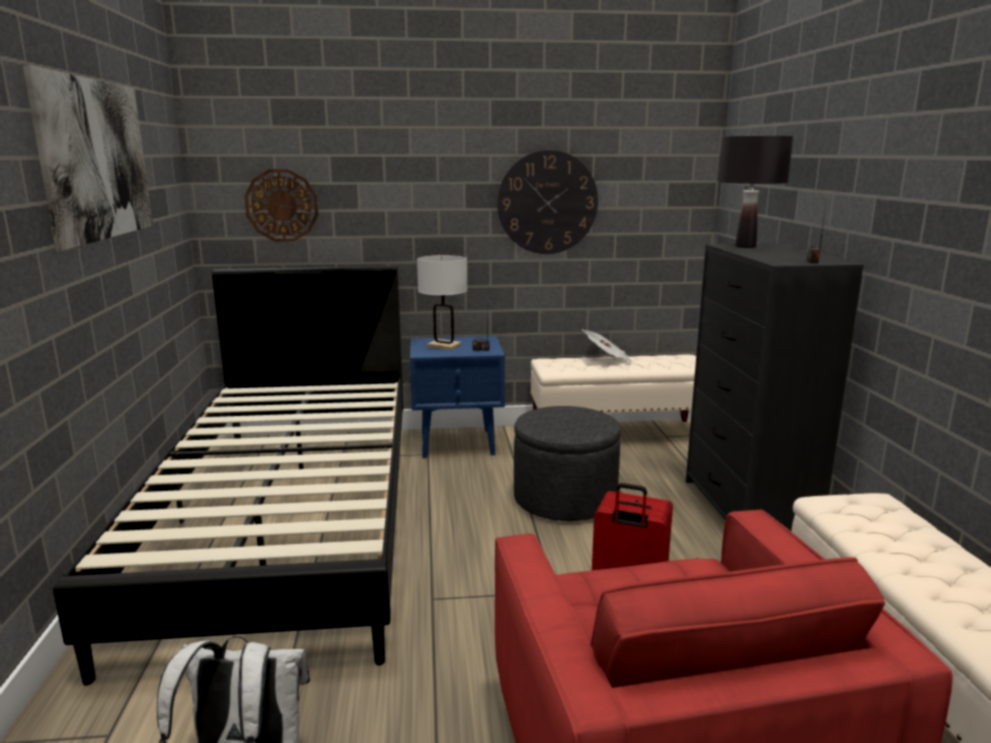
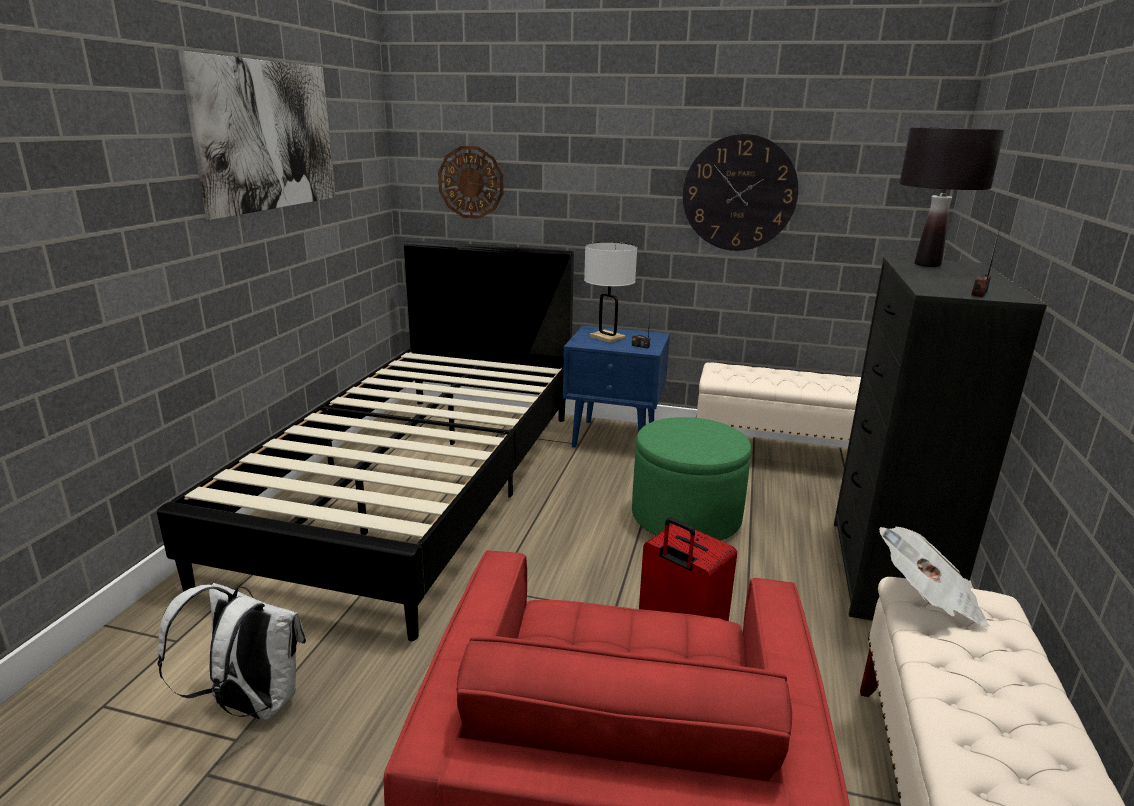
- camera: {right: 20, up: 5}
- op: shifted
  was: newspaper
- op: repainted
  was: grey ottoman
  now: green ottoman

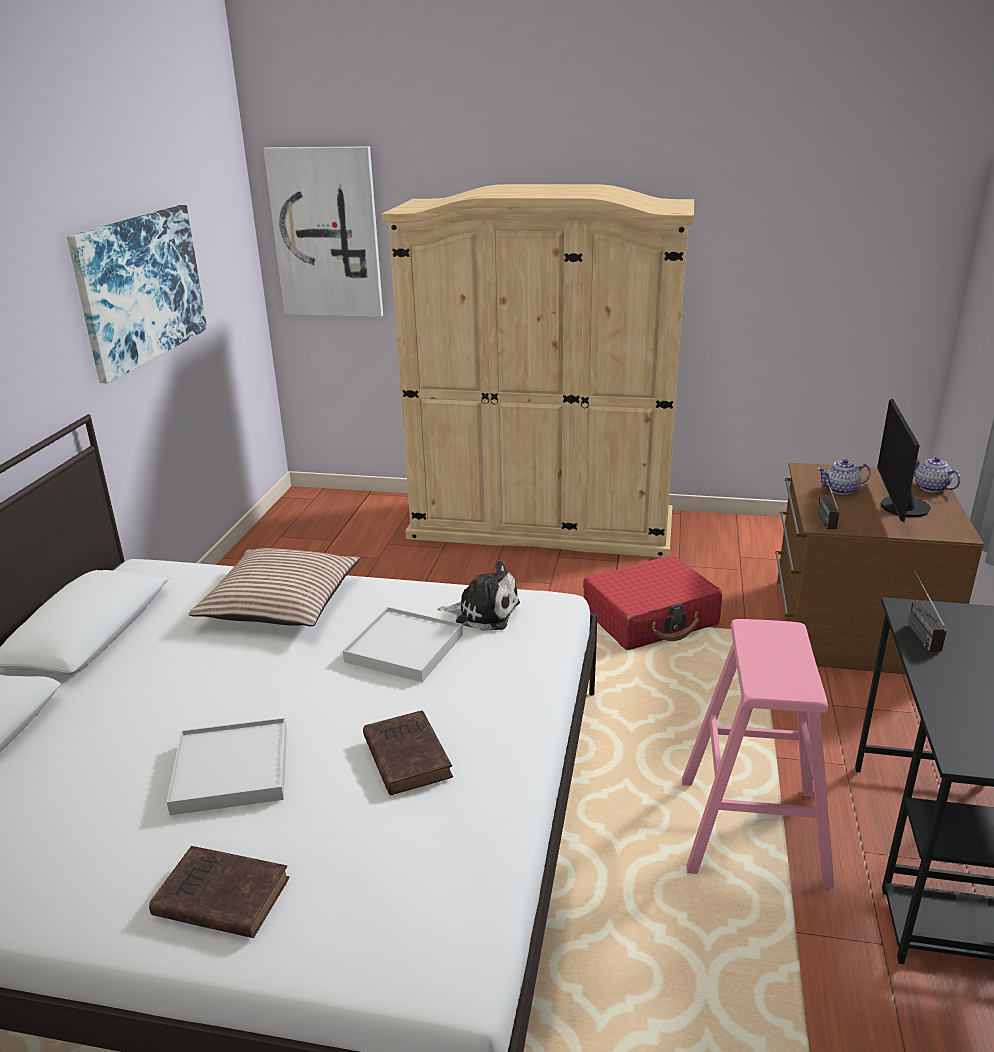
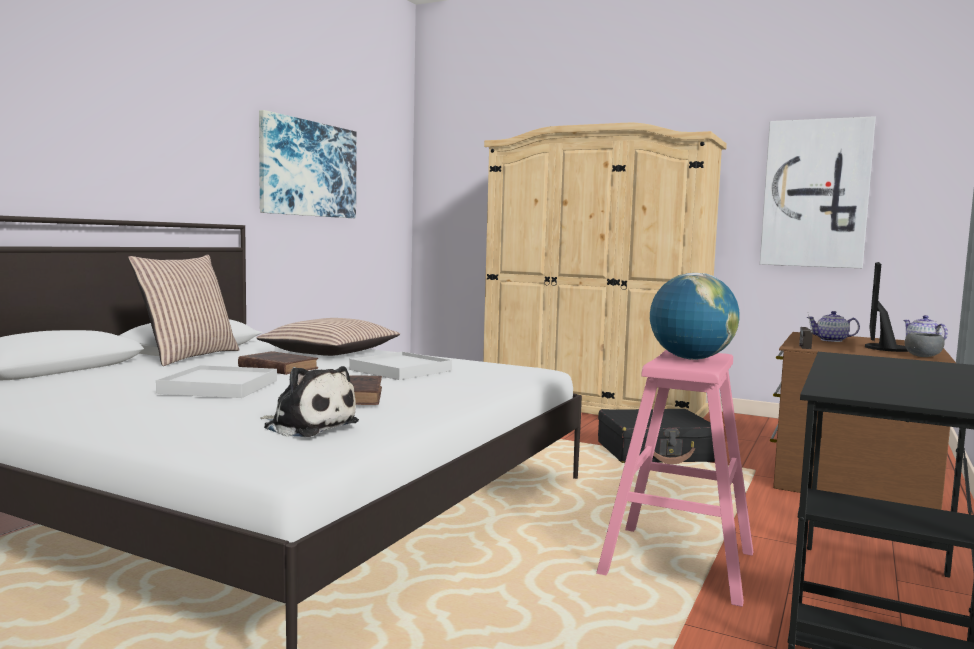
- camera: {right: 15, up: -20}
- op: gone
  was: radio (no. 2 from left)
- op: new
  now: pillow (no. 1 from left)
- op: new
  now: globe
- op: new
  now: grey bowl
- op: shifted
  was: brown book (no. 1 from left)
- op: shifted
  was: picture (no. 2 from left)
- op: shifted
  was: plush toy
- op: repainted
  was: red suitcase
  now: black suitcase

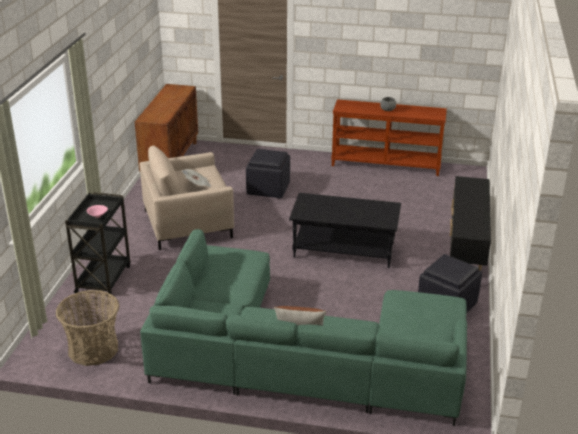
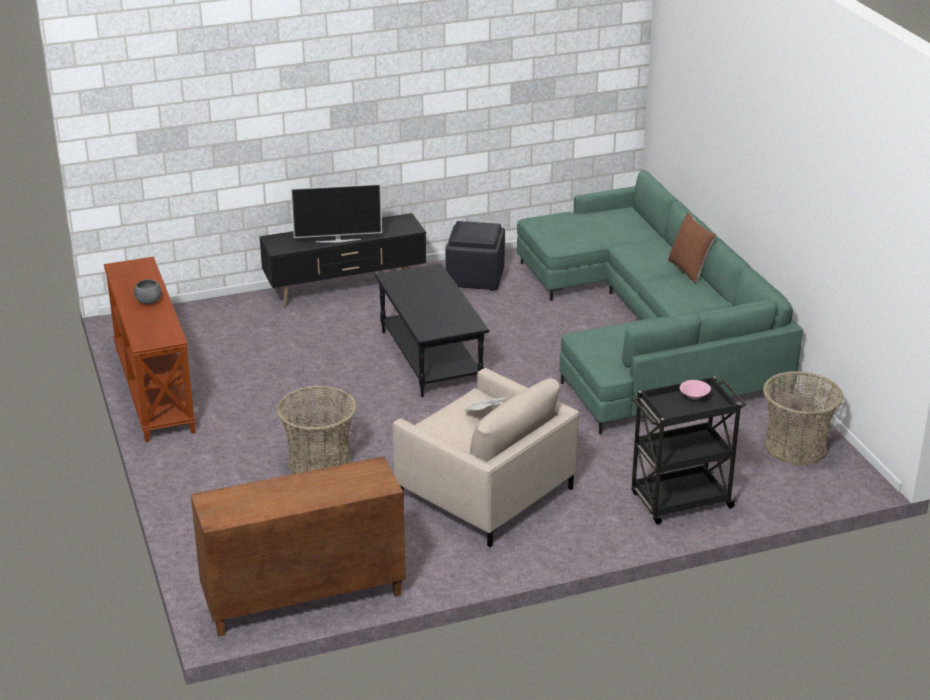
- camera: {right: -120, up: 0}
- op: new
  now: television
- op: swapped
  was: black ottoman (no. 1 from left)
  now: basket (no. 1 from left)

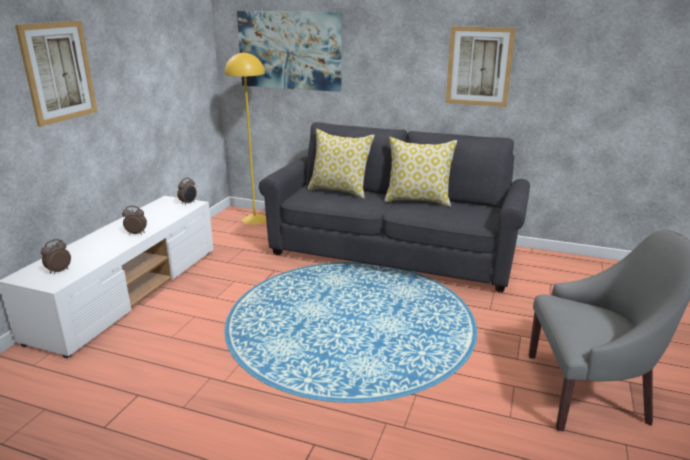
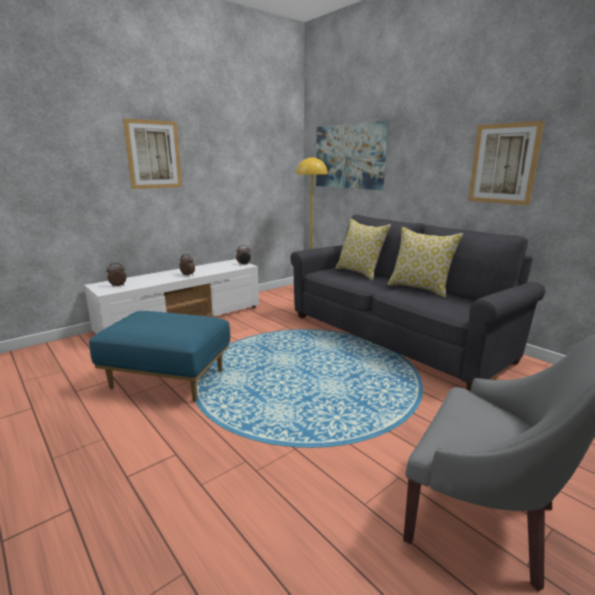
- camera: {right: 30, up: -5}
- op: new
  now: blue ottoman

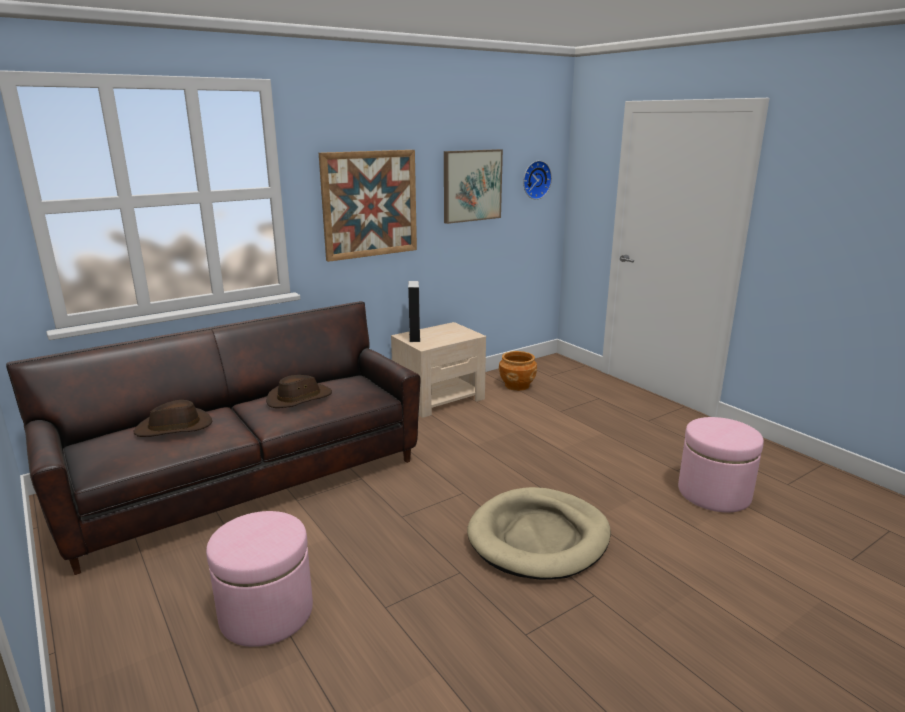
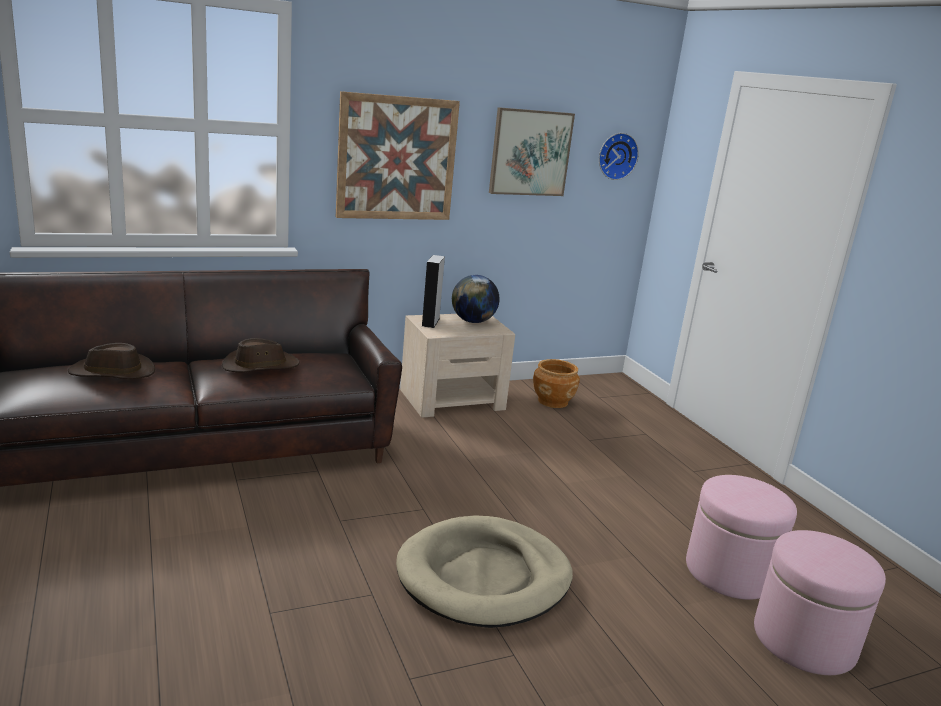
- camera: {right: 10, up: 0}
- op: new
  now: globe
- op: shifted
  was: pink ottoman (no. 1 from left in the first image)
  now: pink ottoman (no. 2 from left)

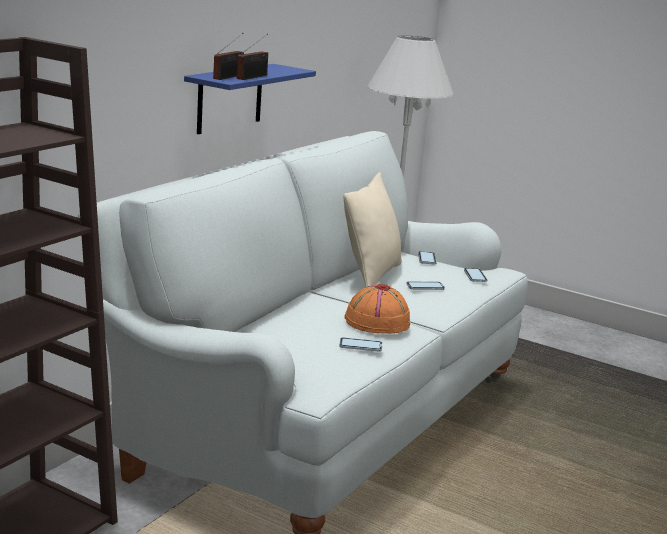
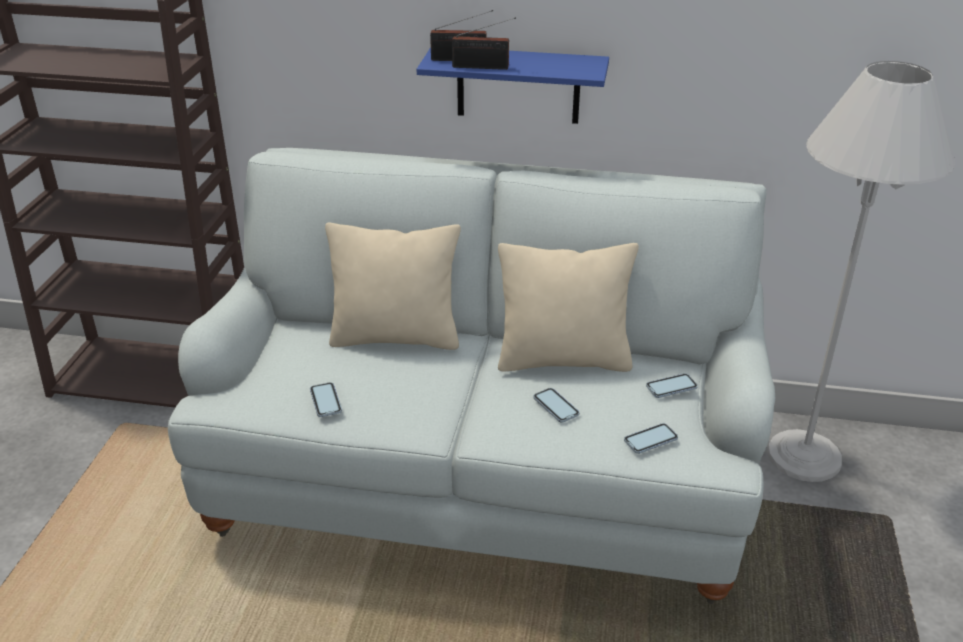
- camera: {right: 70, up: 15}
- op: gone
  was: orange hat
- op: new
  now: beige pillow (no. 1 from left)

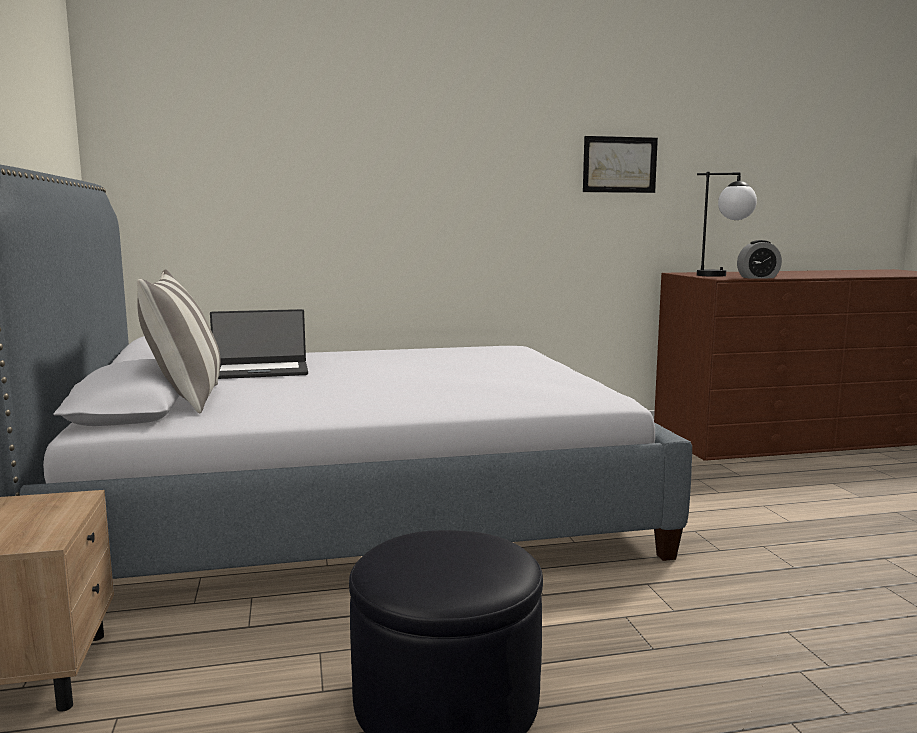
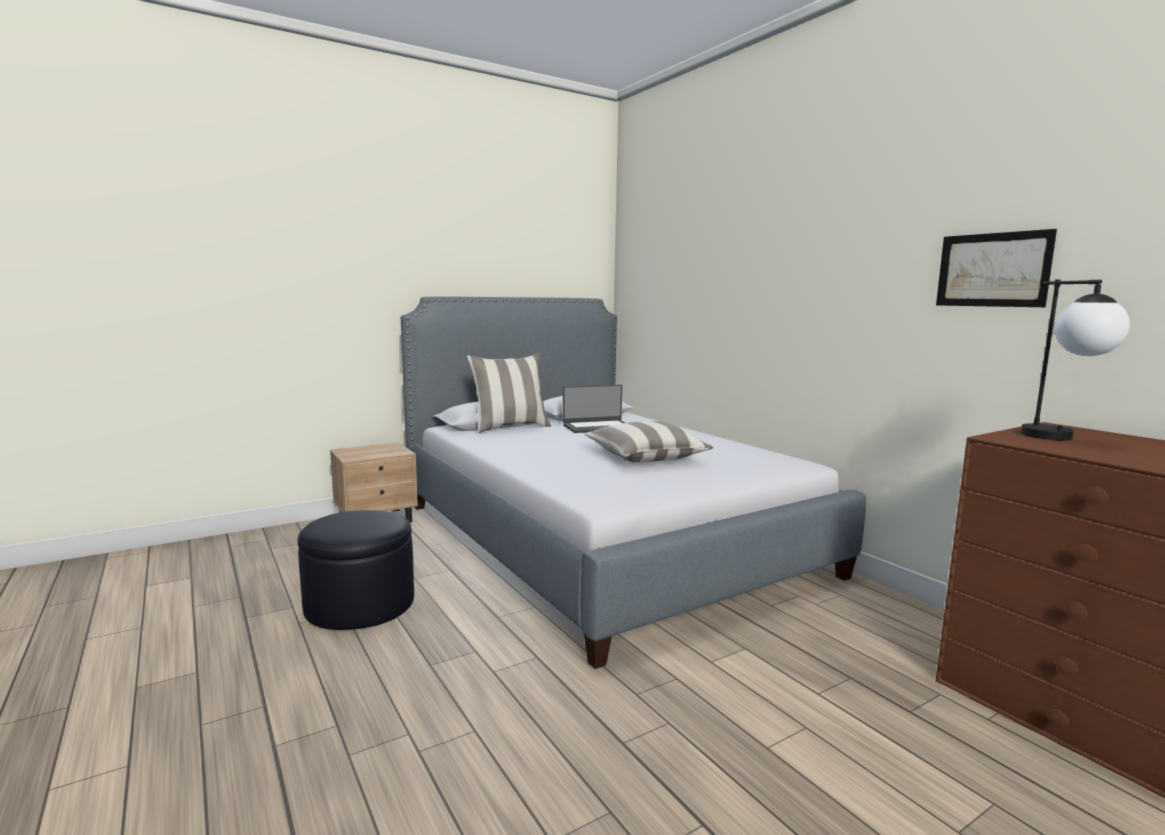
- camera: {right: 70, up: 0}
- op: gone
  was: alarm clock
- op: new
  now: pillow (no. 2 from left)
- op: rotated
  was: laptop
  clockwise: -75

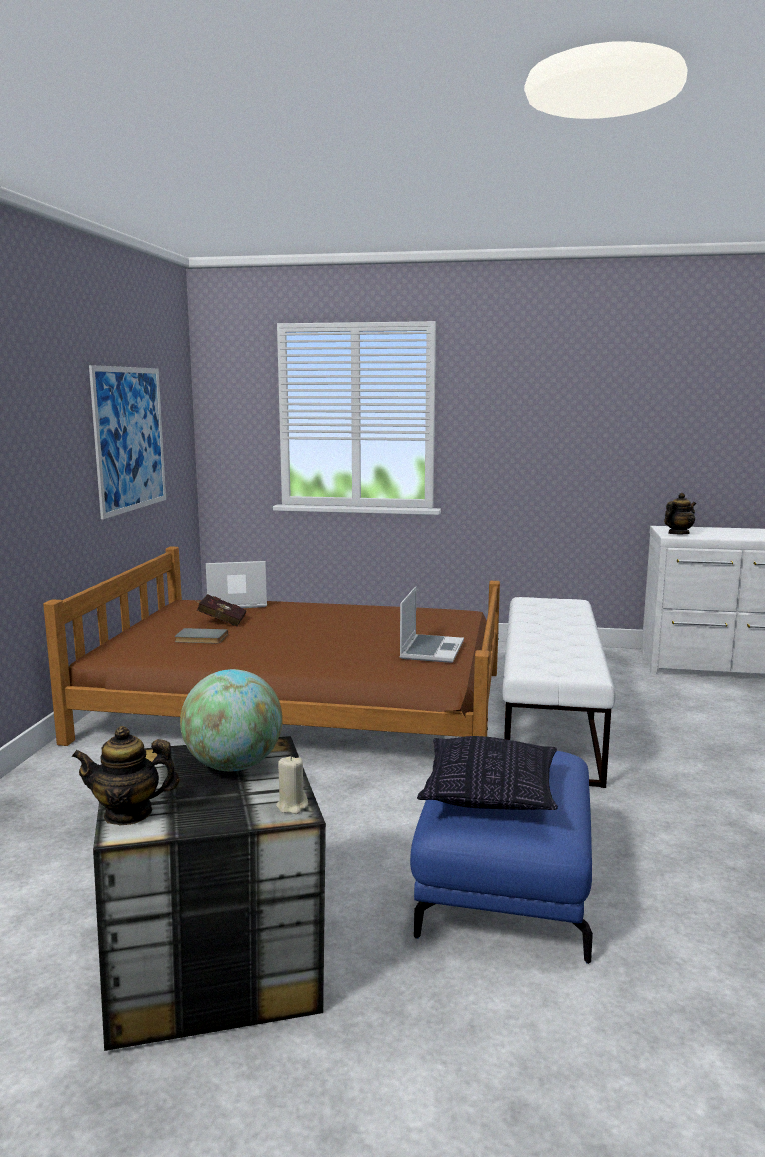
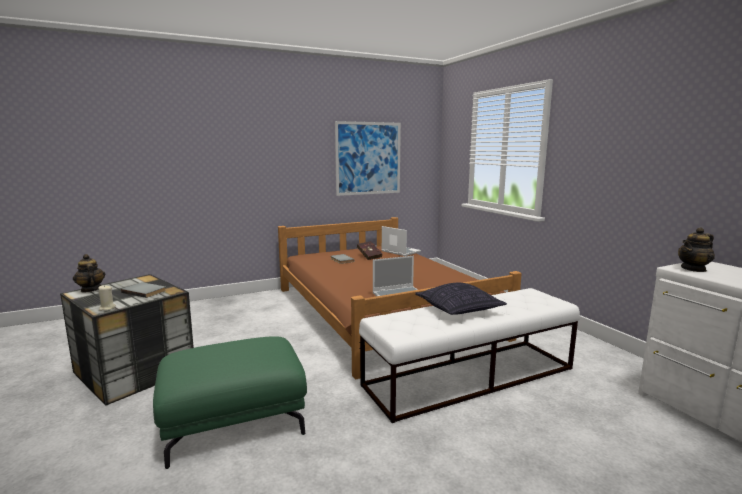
- camera: {right: 55, up: 0}
- op: shifted
  was: pillow
- op: swapped
  was: globe
  now: grey book (no. 1 from left)
- op: repainted
  was: blue ottoman
  now: green ottoman
- op: rotated
  was: teapot (no. 2 from left)
  clockwise: 135

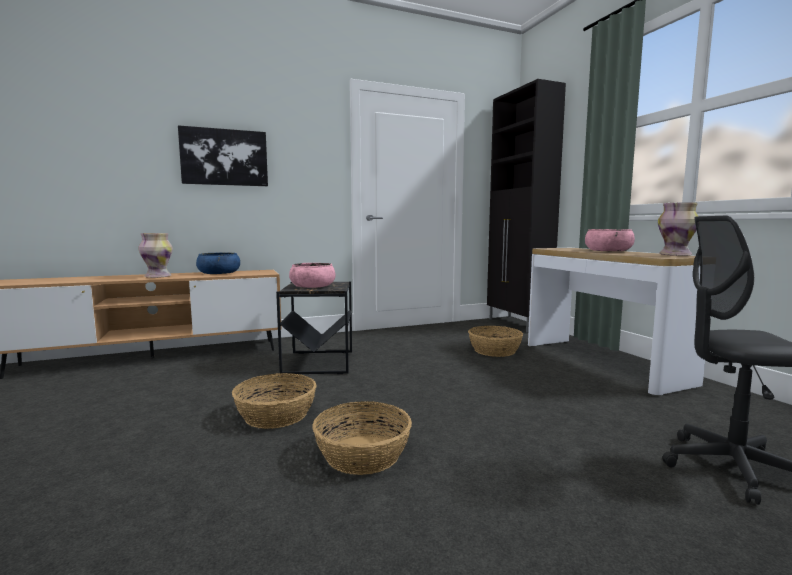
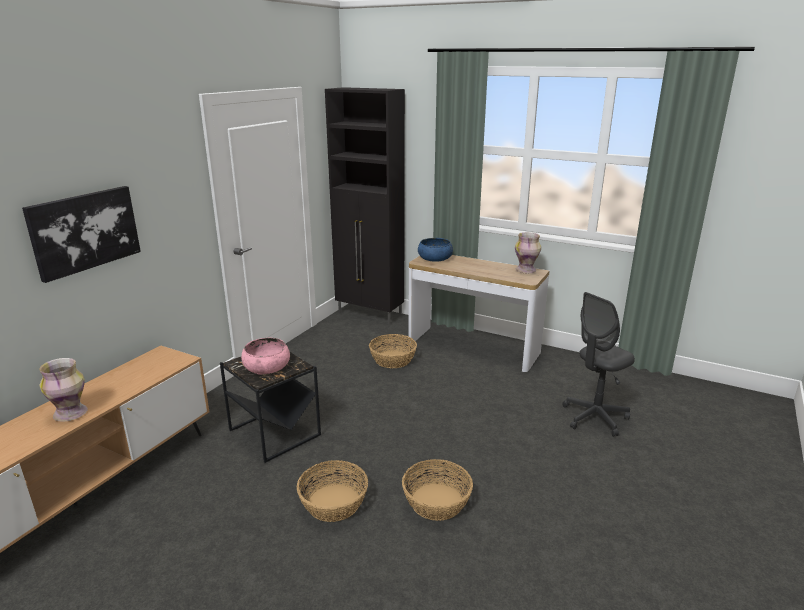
- camera: {right: -40, up: 15}
- op: gone
  was: pink bowl (no. 2 from left)
- op: shifted
  was: blue bowl

